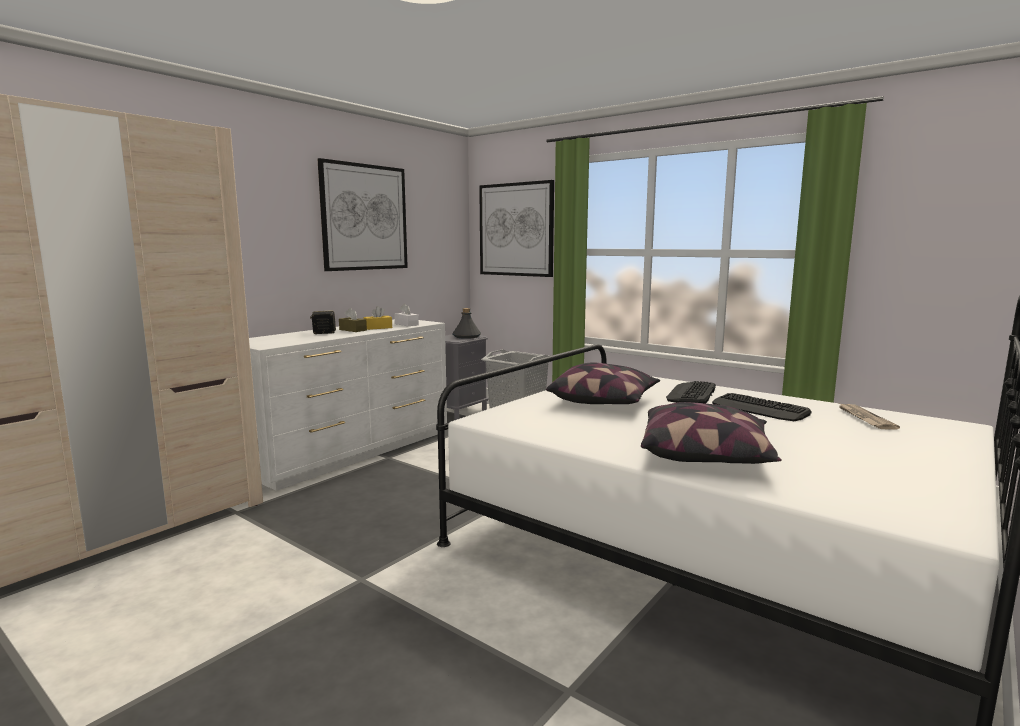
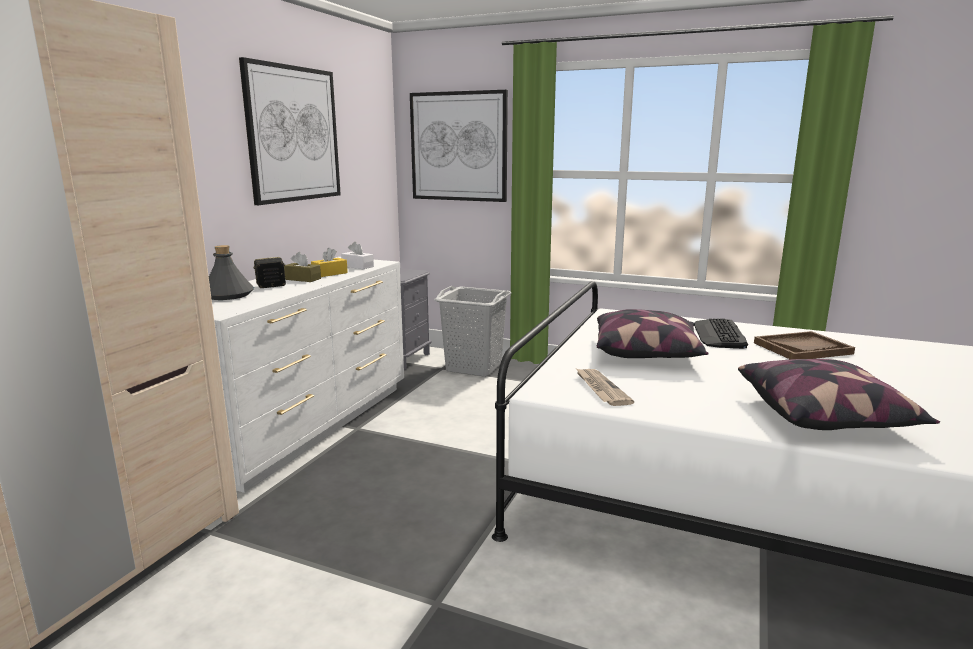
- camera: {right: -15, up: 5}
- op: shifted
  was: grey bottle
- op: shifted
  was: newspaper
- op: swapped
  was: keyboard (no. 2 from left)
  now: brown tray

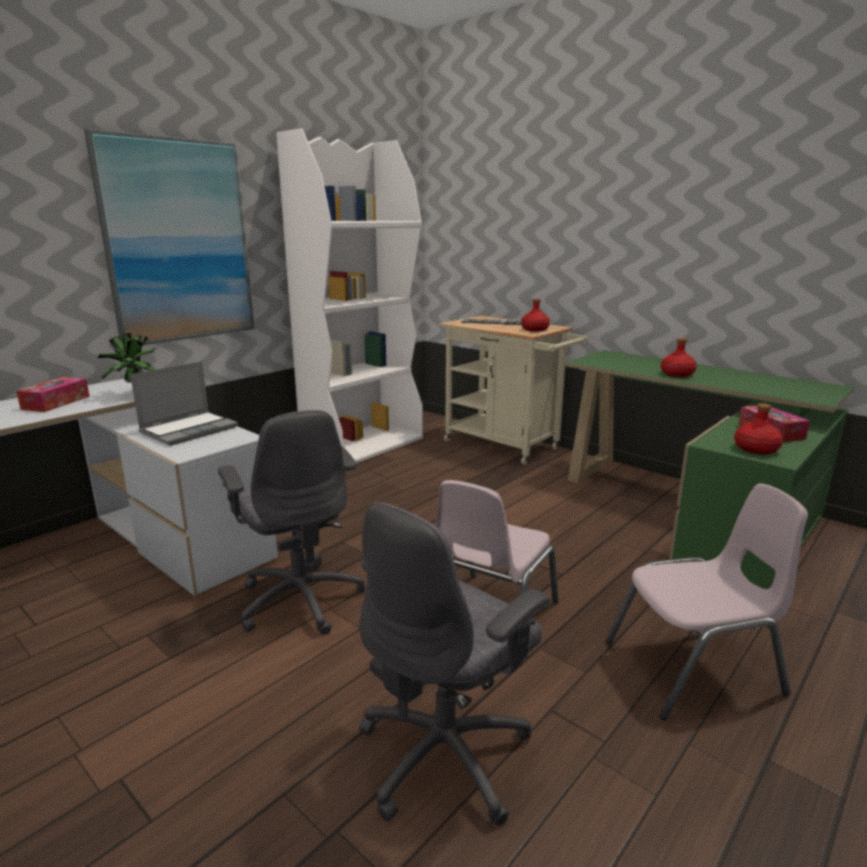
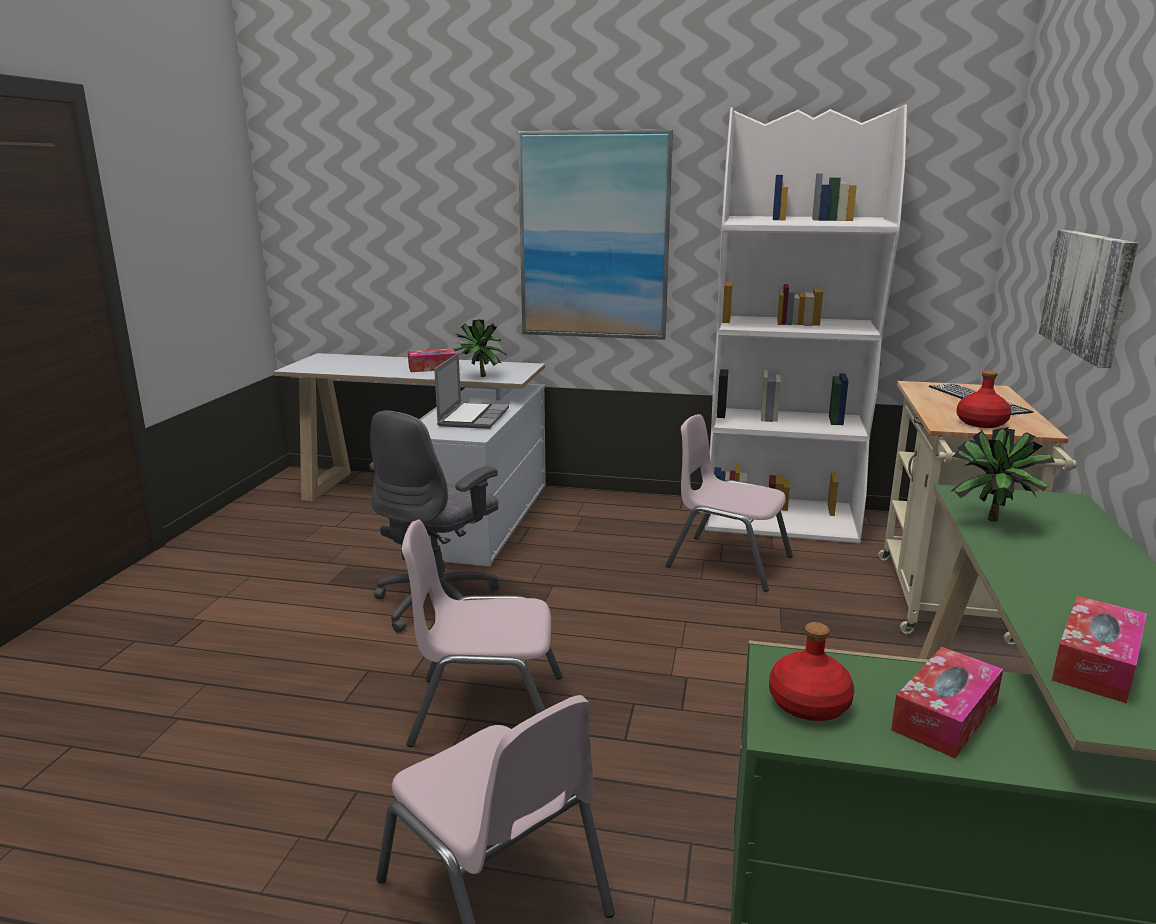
- camera: {right: 60, up: 0}
- op: gone
  was: grey office chair (no. 2 from left)
- op: gone
  was: red bottle (no. 2 from left)
- op: new
  now: pink chair (no. 3 from left)
- op: new
  now: potted plant (no. 2 from left)
- op: new
  now: picture (no. 2 from left)
- op: new
  now: tissue box (no. 3 from left)
- op: rotated
  was: laptop
  clockwise: -90

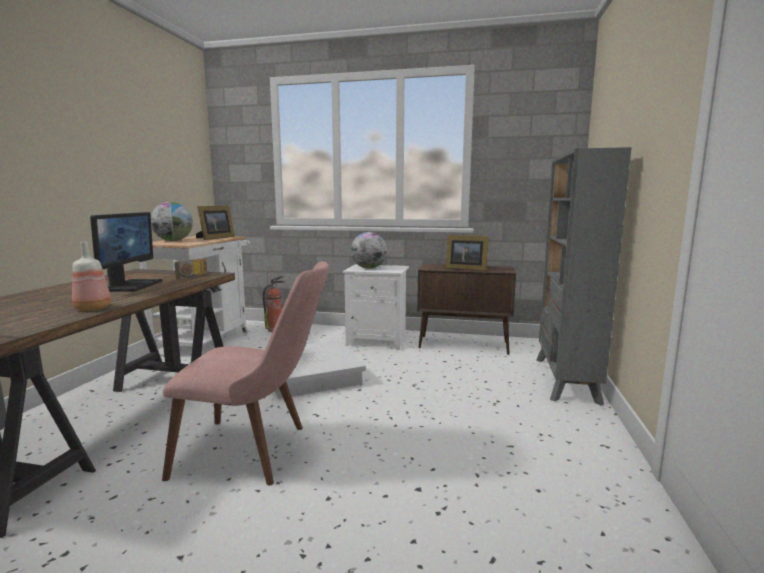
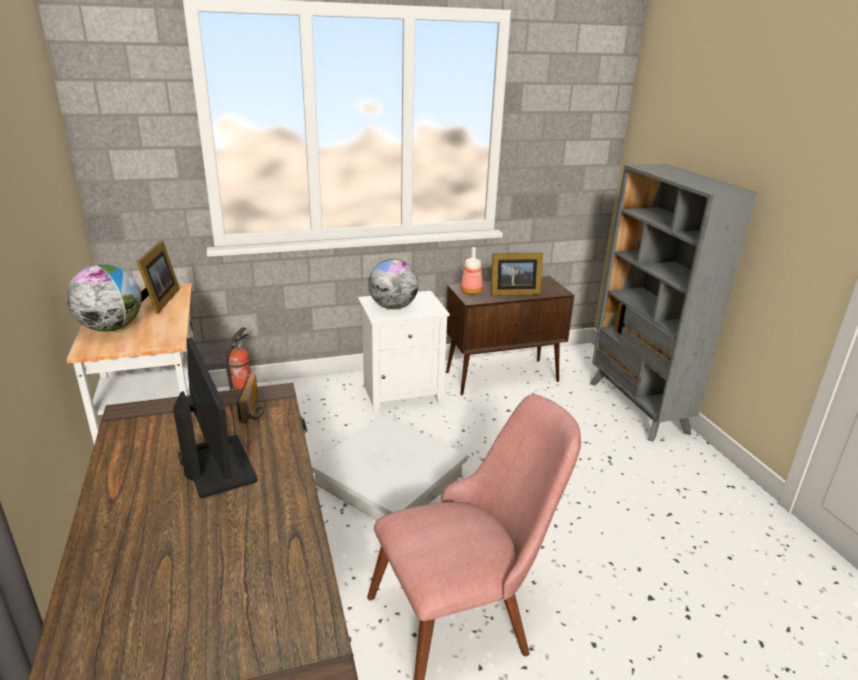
- camera: {right: -30, up: 15}
- op: shifted
  was: bottle

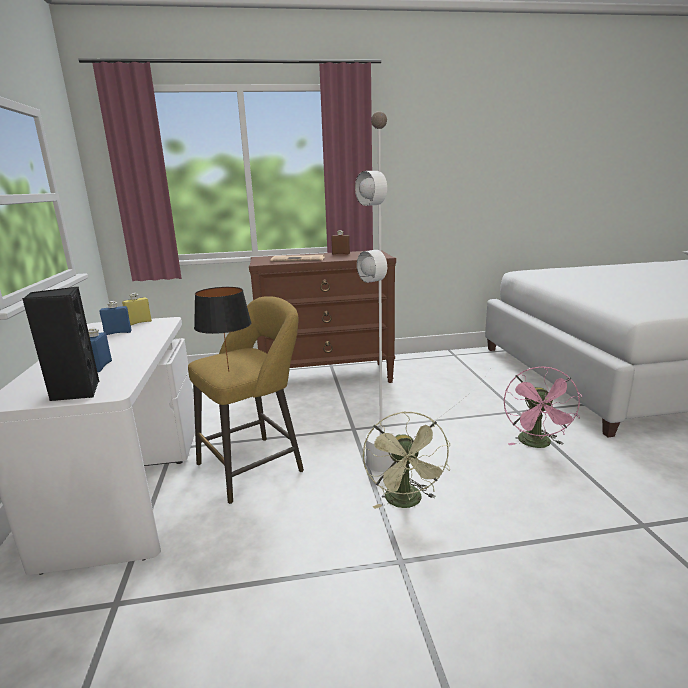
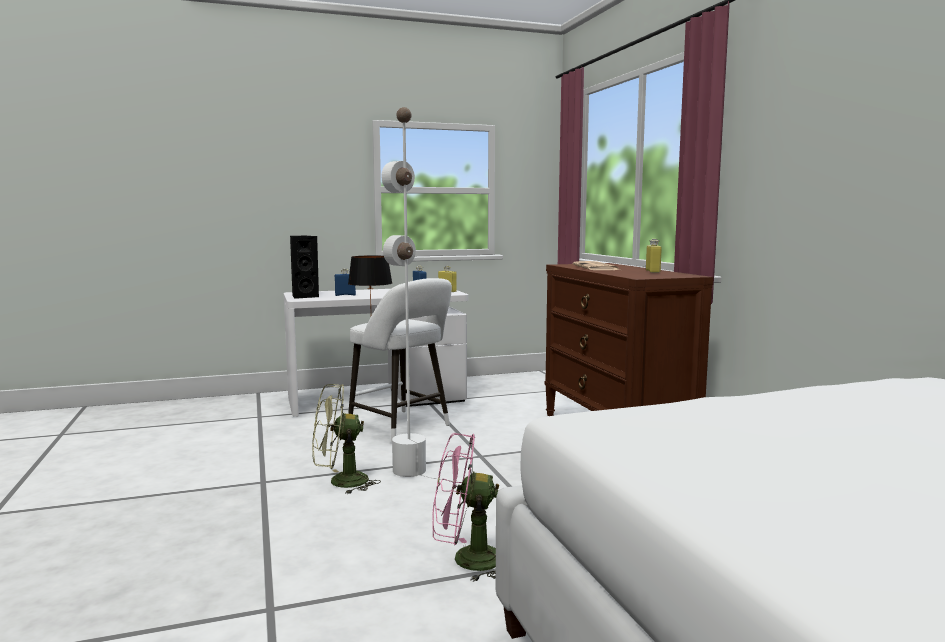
- camera: {right: 80, up: -10}
- op: repainted
  was: yellow stool
  now: white stool
- op: repainted
  was: brown bottle
  now: yellow bottle (no. 2 from left)

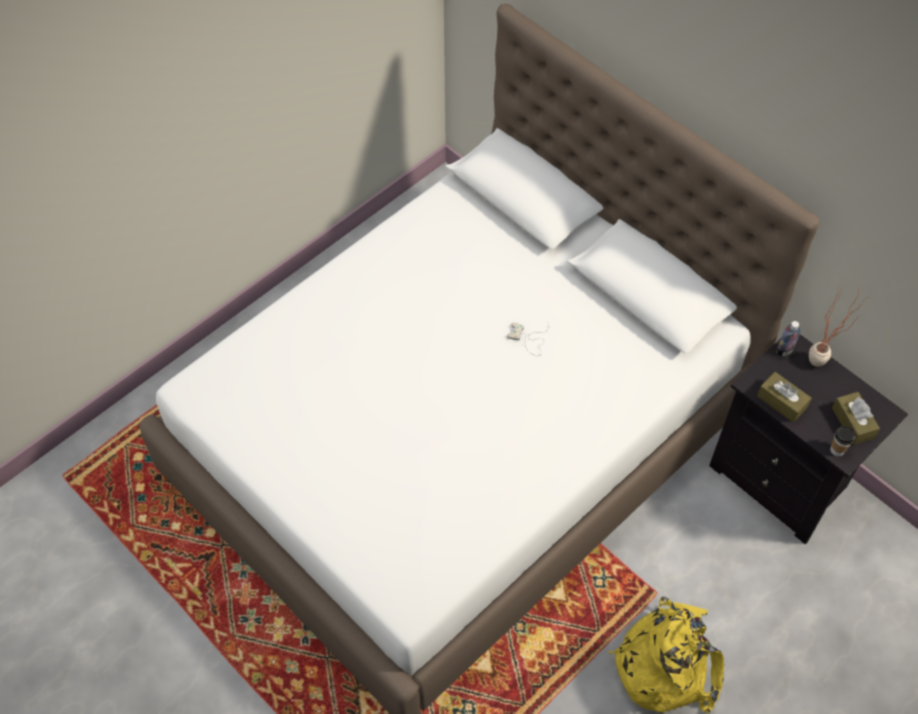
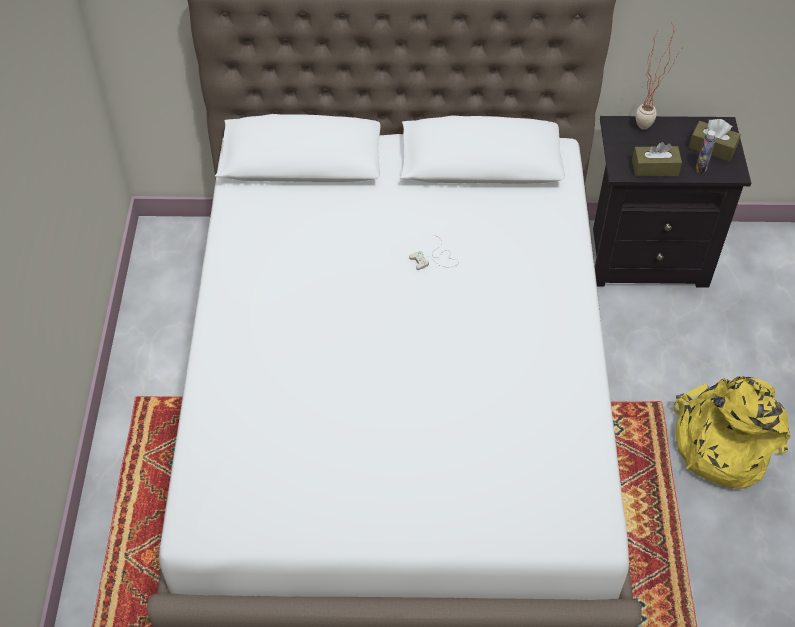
- camera: {right: -45, up: -5}
- op: gone
  was: cup
- op: shifted
  was: bottle

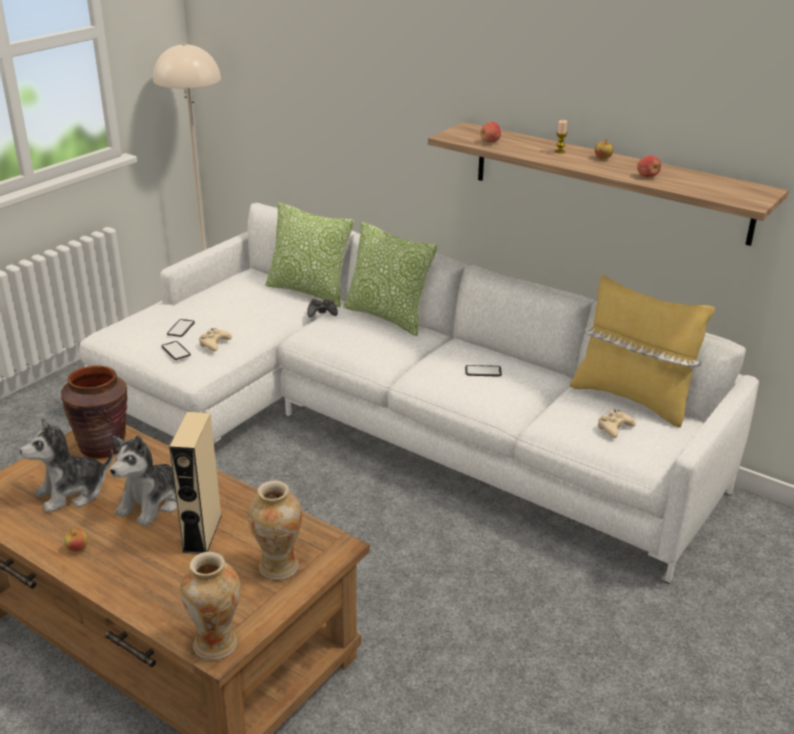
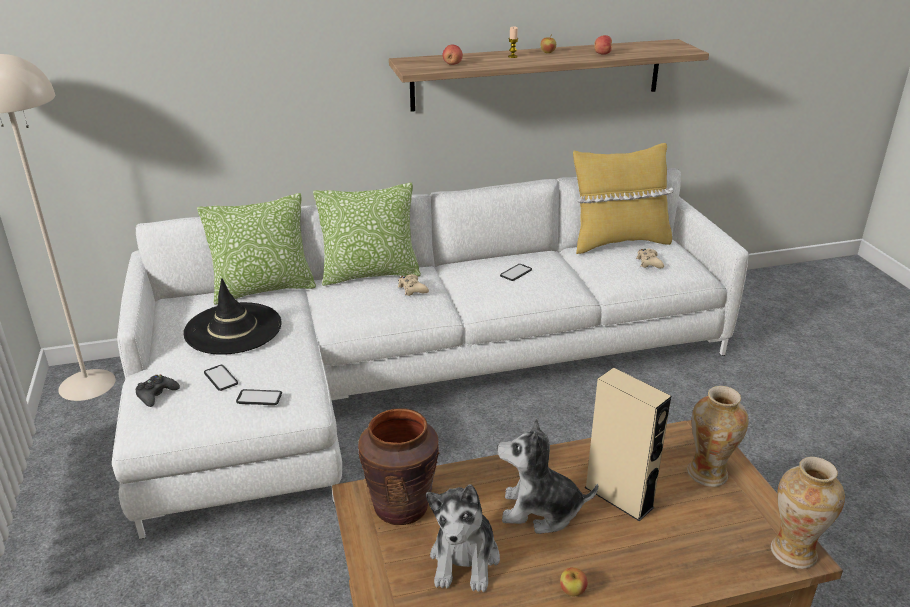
- camera: {right: -50, up: 0}
- op: new
  now: black hat
- op: shifted
  was: beige game controller (no. 1 from left)
- op: shifted
  was: black game controller
- op: rotated
  was: plush toy (no. 2 from left)
  clockwise: 120

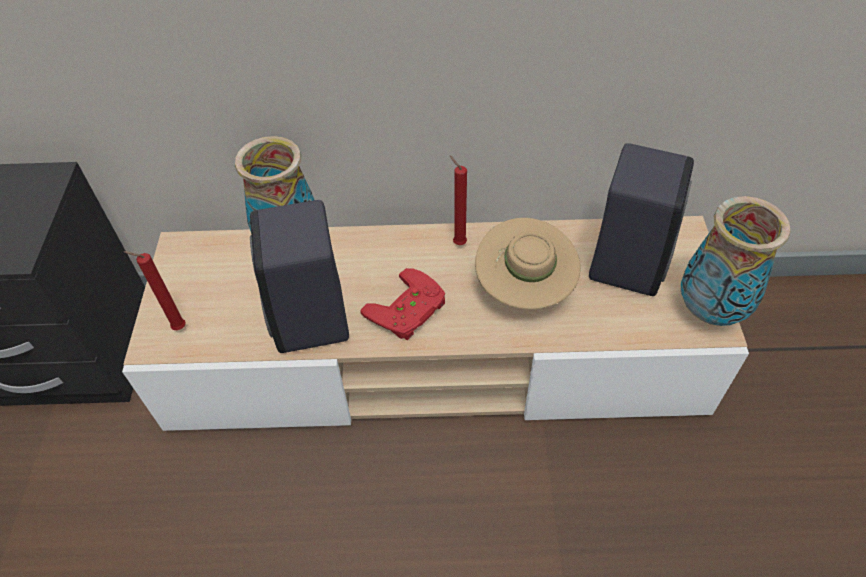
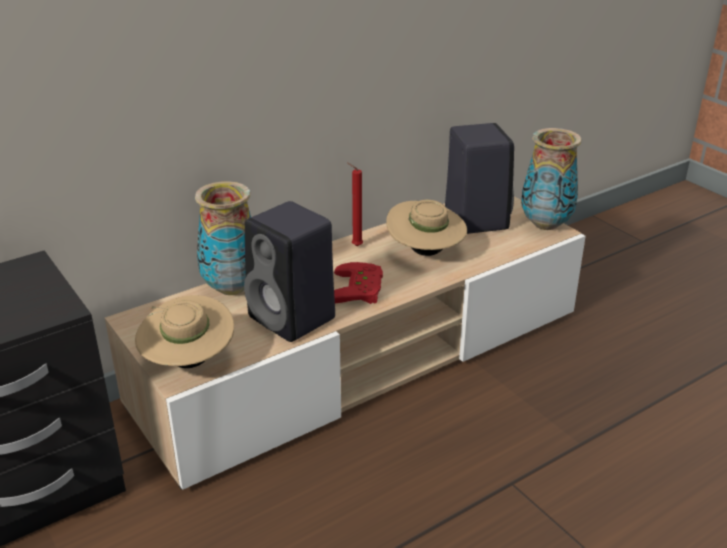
- camera: {right: -35, up: -20}
- op: swapped
  was: red candle (no. 1 from left)
  now: beige hat (no. 1 from left)

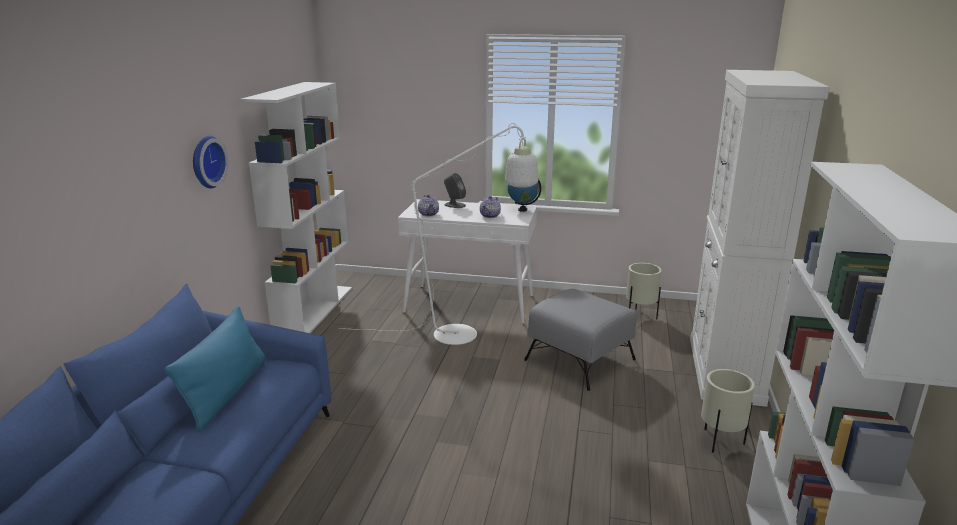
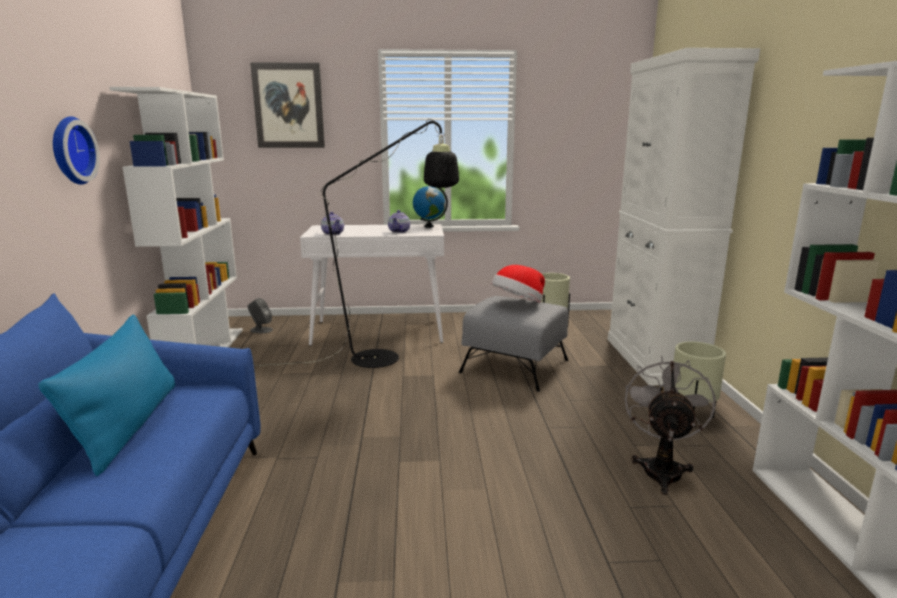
- camera: {right: -15, up: -5}
- op: new
  now: picture
- op: new
  now: hat
- op: new
  now: grey fan
- op: shifted
  was: grey speaker
- op: repainted
  was: white floor lamp
  now: black floor lamp

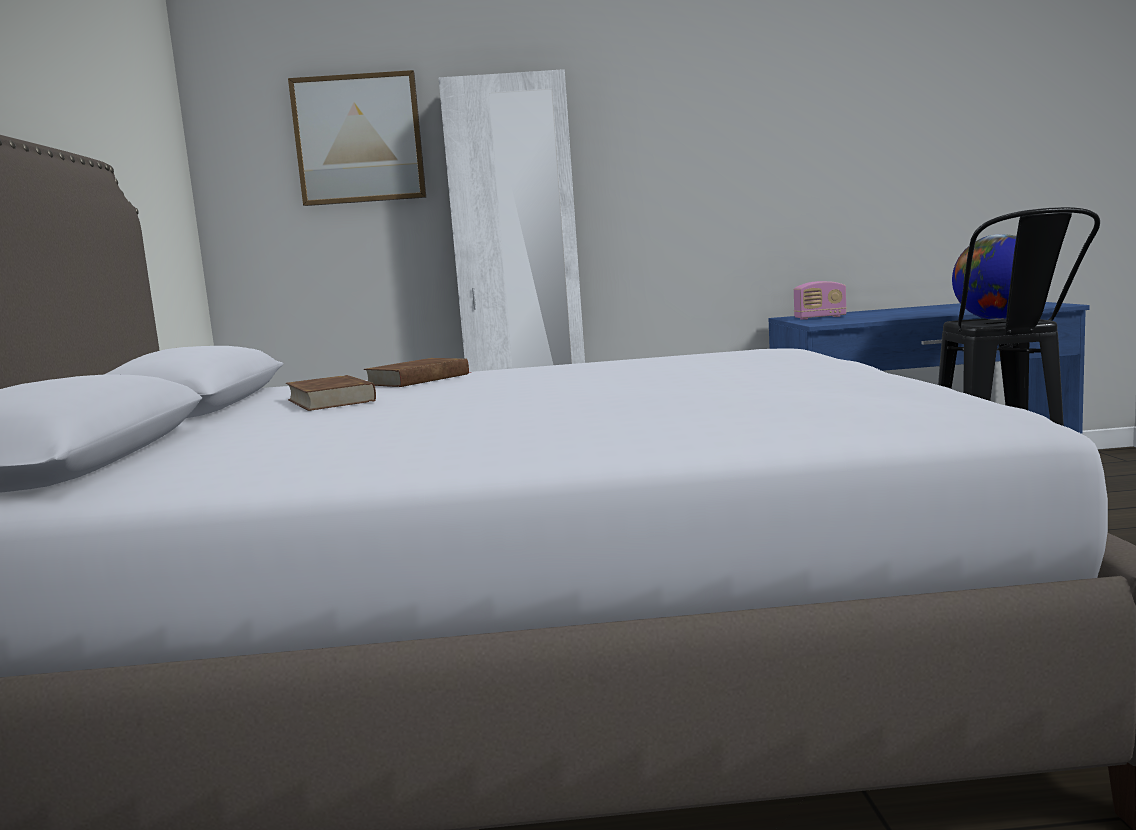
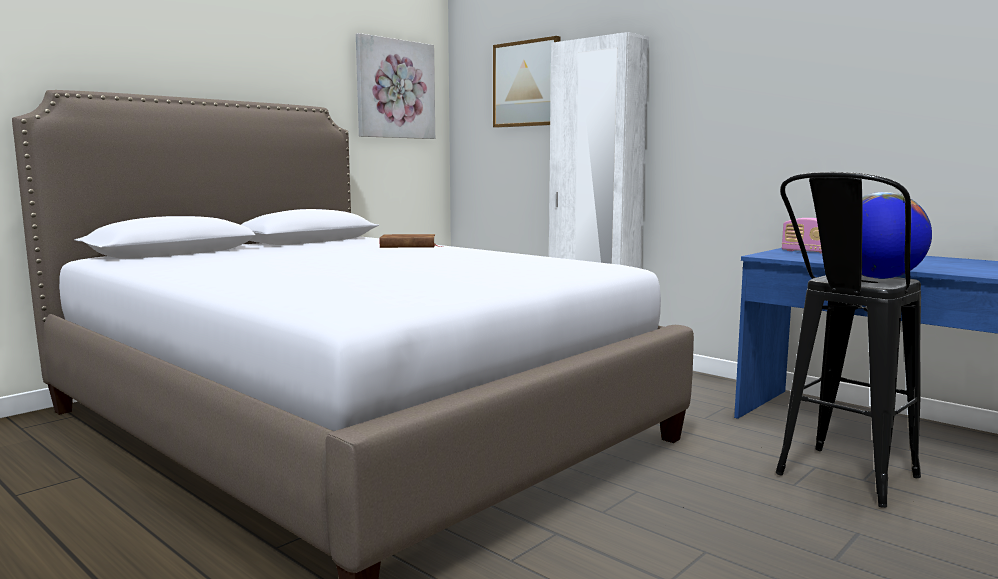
- camera: {right: 45, up: 0}
- op: gone
  was: brown book (no. 1 from left)
- op: new
  now: picture (no. 1 from left)

